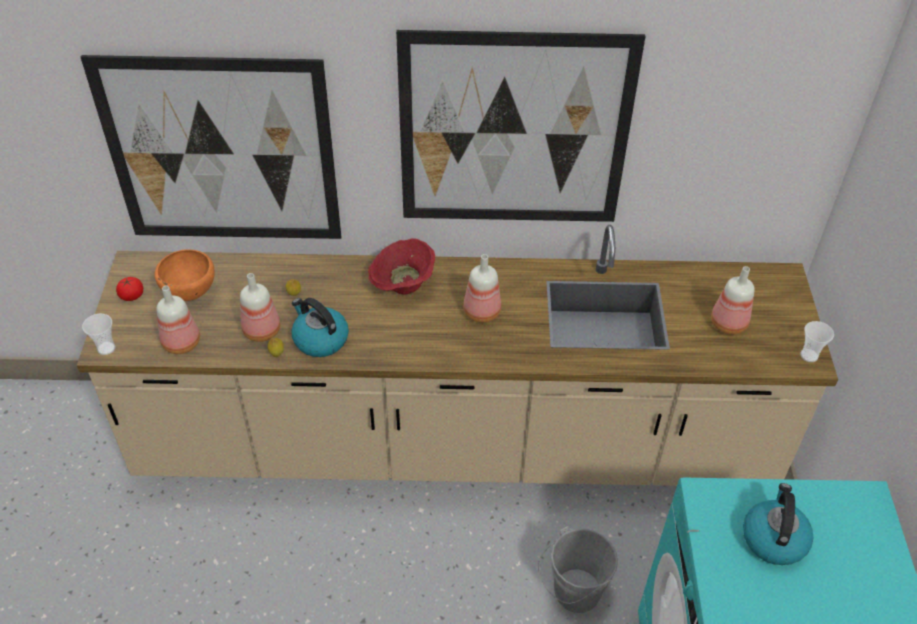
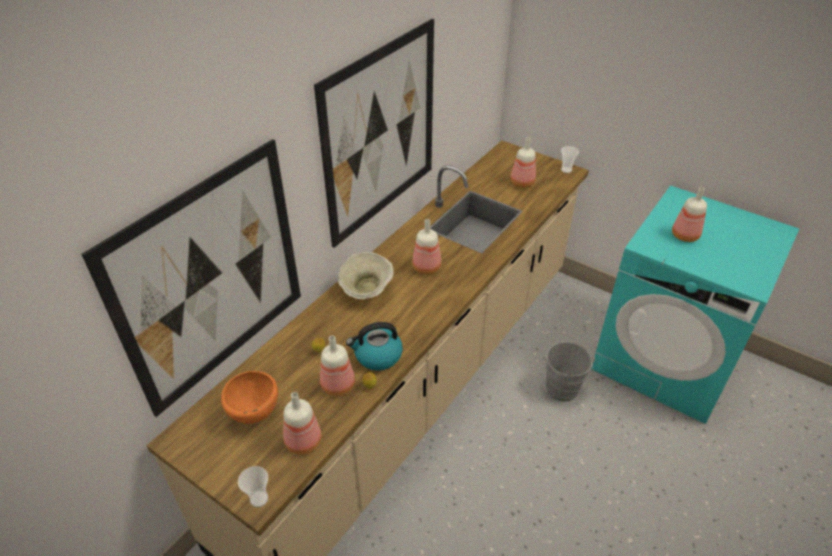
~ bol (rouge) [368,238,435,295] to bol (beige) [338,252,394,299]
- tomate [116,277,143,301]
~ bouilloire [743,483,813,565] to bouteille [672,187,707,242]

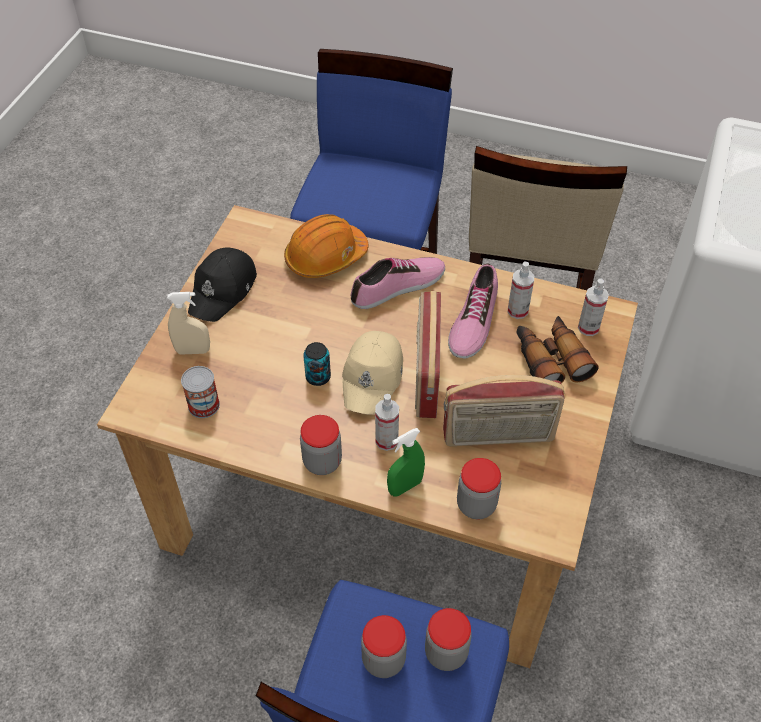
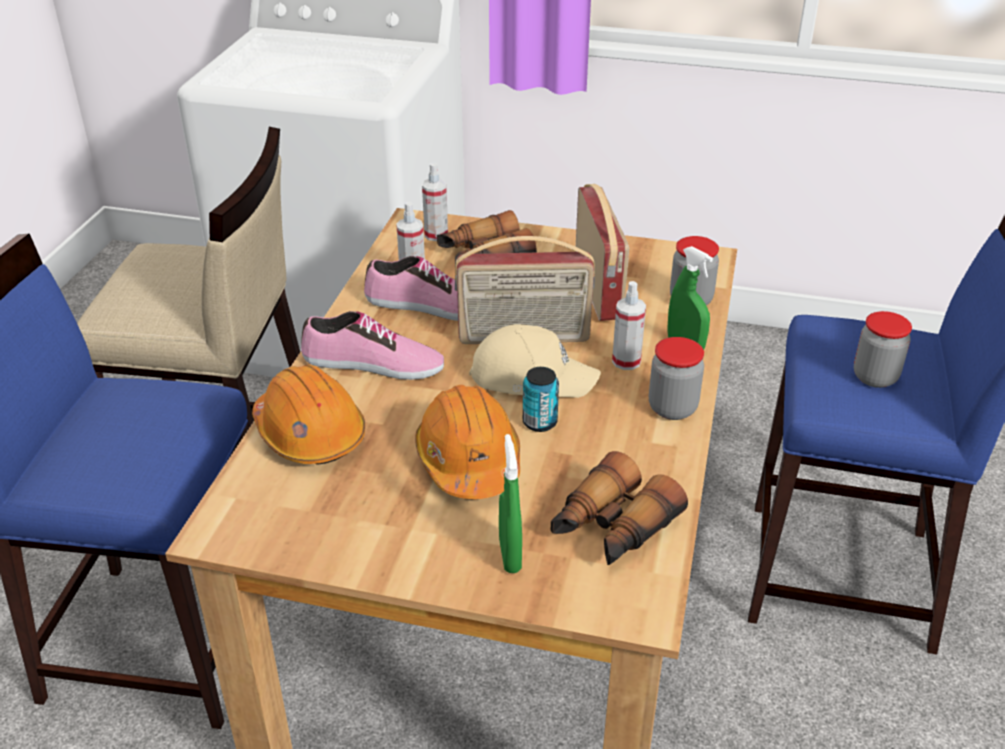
- casquette (noir) [188,248,257,322]
~ chaussure [351,257,445,309] = [301,311,444,380] 135 degrees clockwise
~ vaporisateur (beige) [167,292,210,354] to vaporisateur (vert) [499,434,522,573]
~ boîte métallique [181,366,220,418] to jumelles [551,451,688,565]
- bocal [425,608,472,671]
+ casque de chantier (orange) [415,385,520,499]

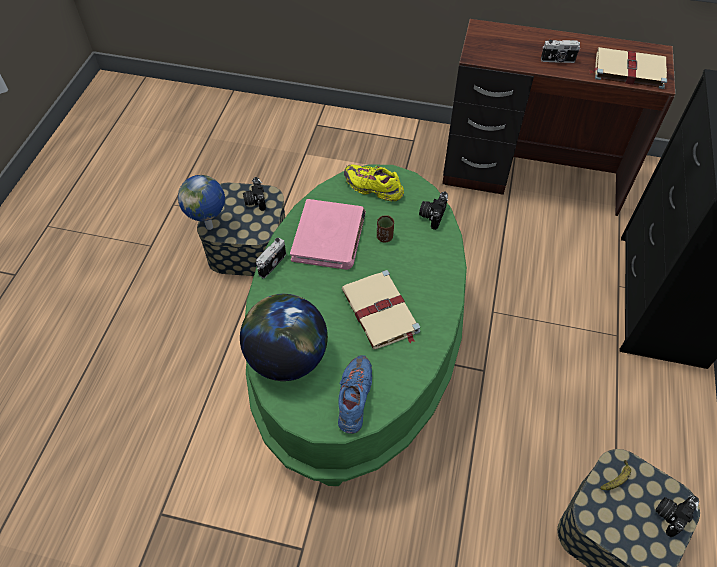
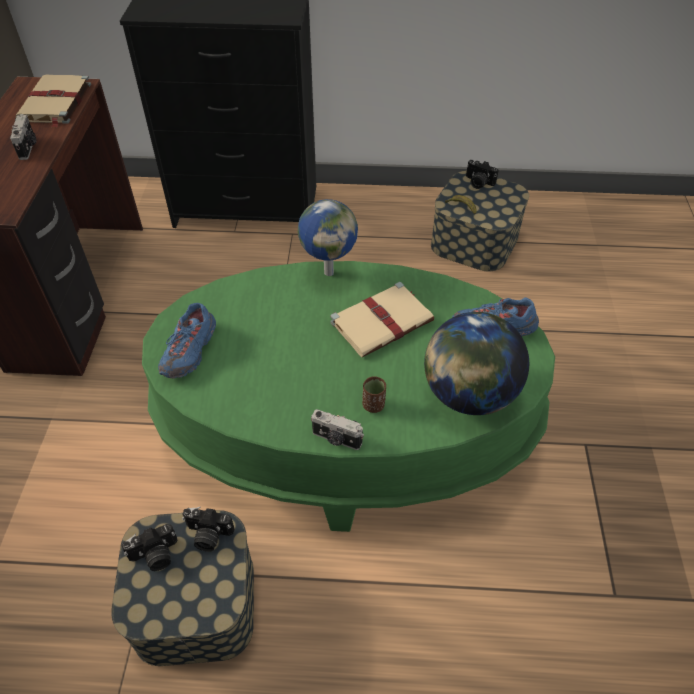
~ chaussure (jaune) [344,164,404,201] to chaussure (bleu) [158,303,216,379]
~ globe [178,175,225,230] to [298,199,358,276]
~ appareil photo [419,191,448,230] to [182,507,235,552]
- livre (rose) [290,199,366,270]
~ tasse (marron) [377,215,394,242] to [362,376,386,413]

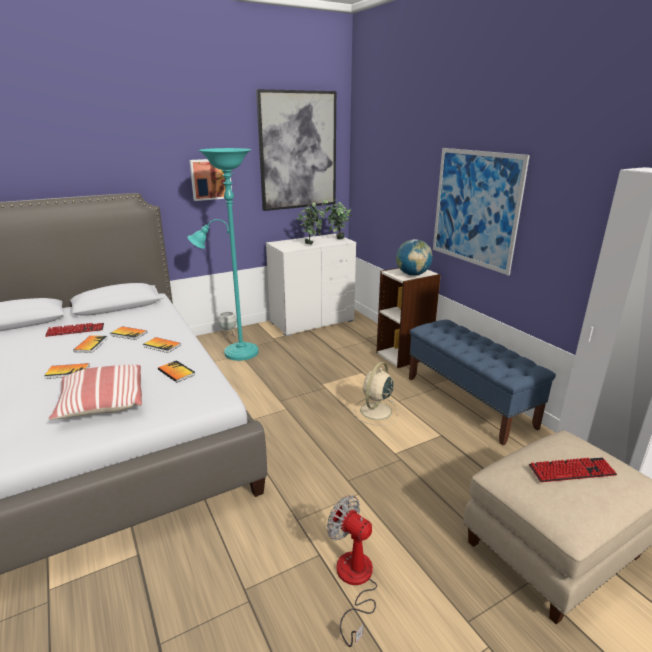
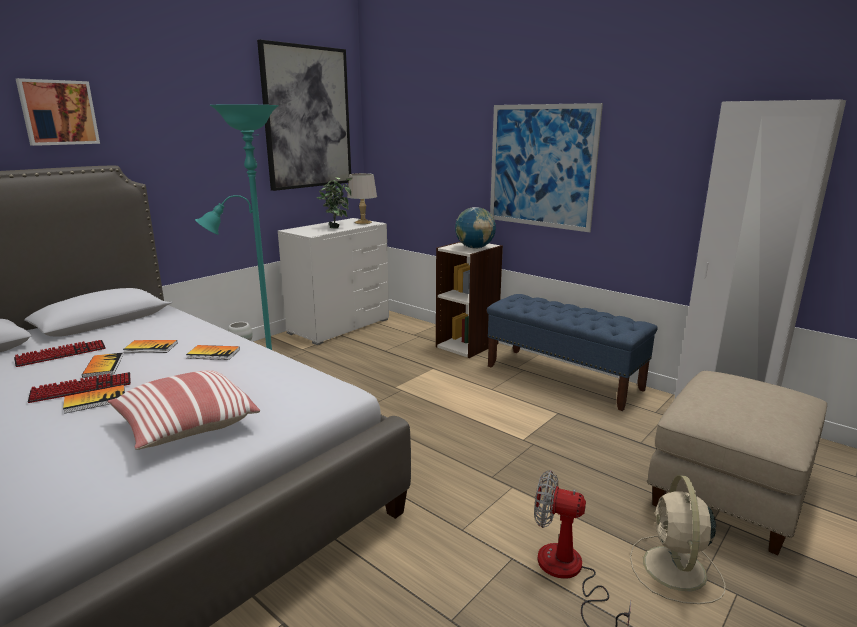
~ tableau [189,159,232,201] to [16,78,100,146]
~ plante en pot [323,200,352,239] to lampe de table (gris) [347,173,377,224]
- livre [158,360,195,382]
~ ventilateur (beige) [353,362,398,426] to [630,475,725,604]
~ clavier [529,457,617,482] to [28,372,131,403]

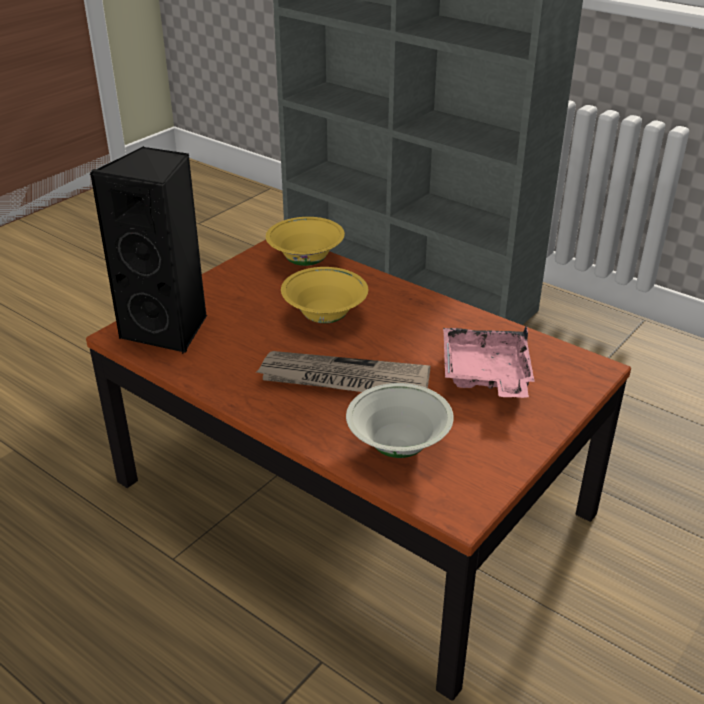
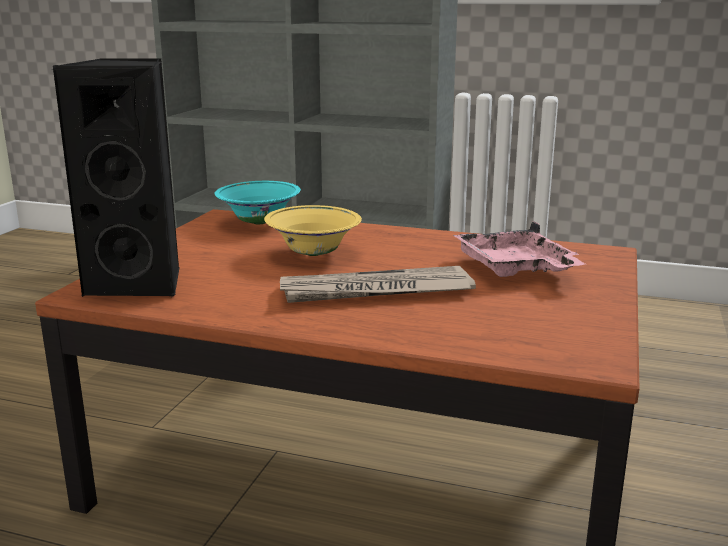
~ bol (jaune) [266,217,345,266] to bol (turquoise) [214,181,301,224]
- bol (blanc) [346,383,454,458]

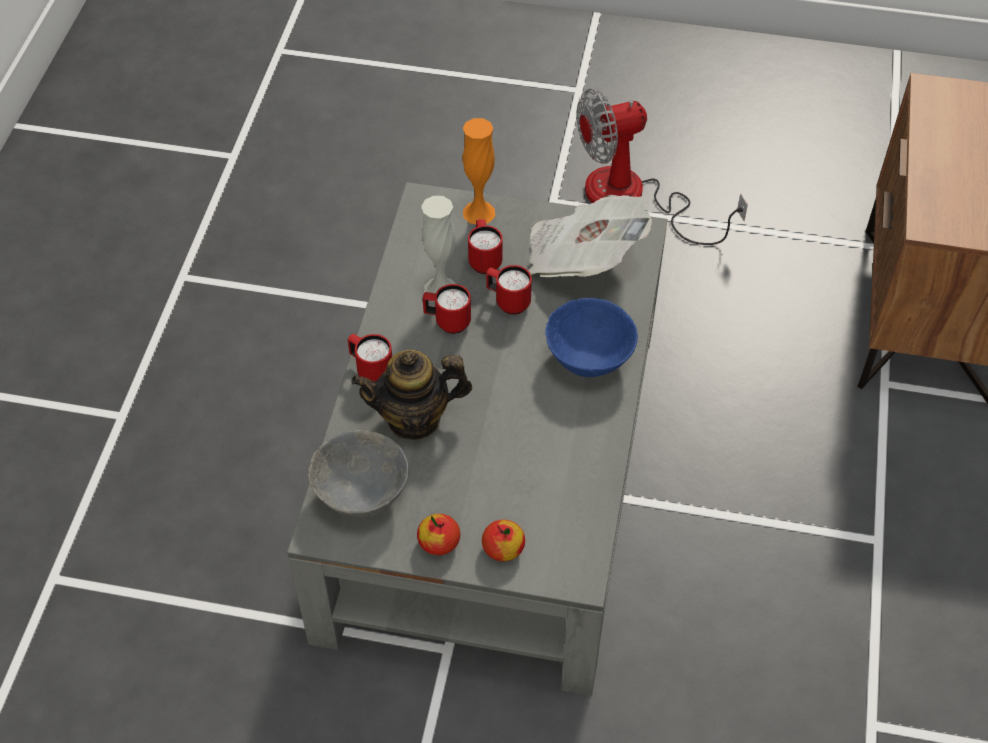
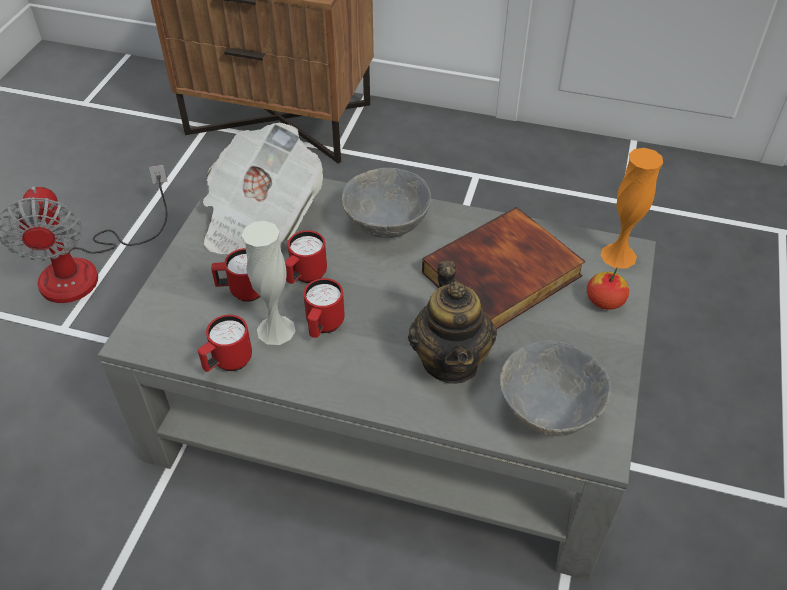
~ vase (orange) [462,118,495,224] to [601,148,663,269]
~ bol (bleu) [545,298,638,377] to bol (gris) [342,168,431,238]
~ mug (rouge) [348,334,392,381] to [198,315,252,372]
- pomme [417,514,461,555]
+ livre [422,207,585,329]

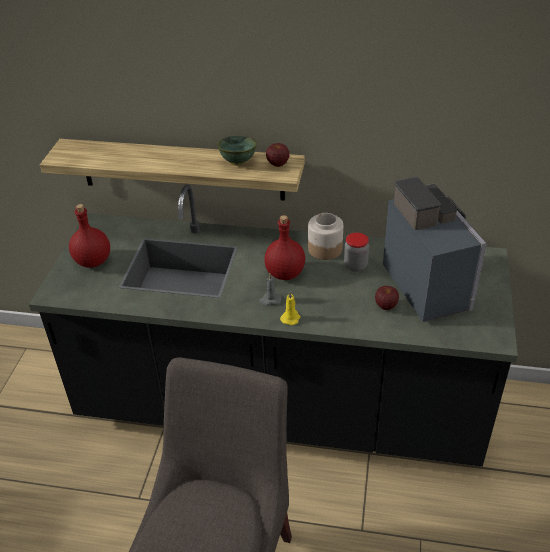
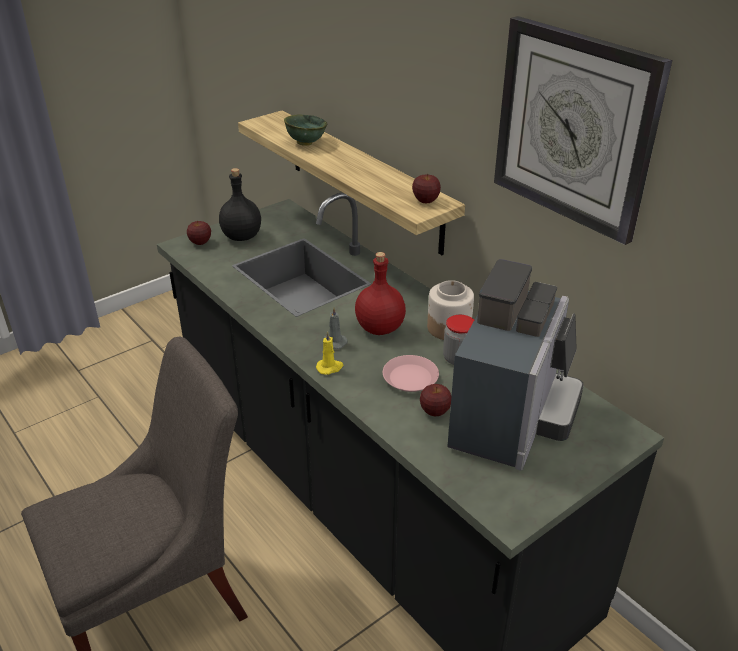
~ bol (vert) [217,136,257,166] to [284,115,328,146]
~ bouteille (rouge) [69,204,110,268] to bouteille (noir) [219,168,261,241]
+ horloge murale [494,16,672,245]
+ pomme [187,221,211,245]
+ assiette (rose) [383,355,439,392]

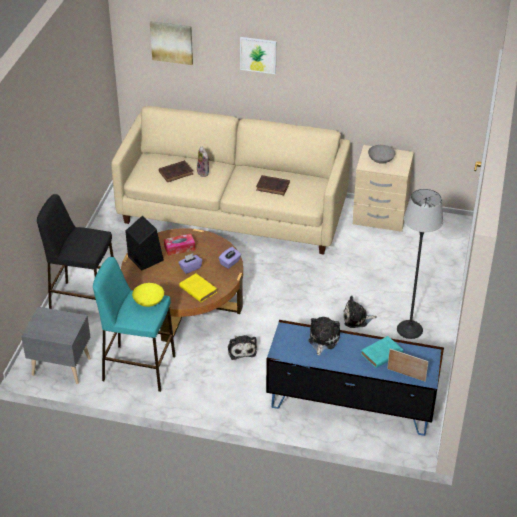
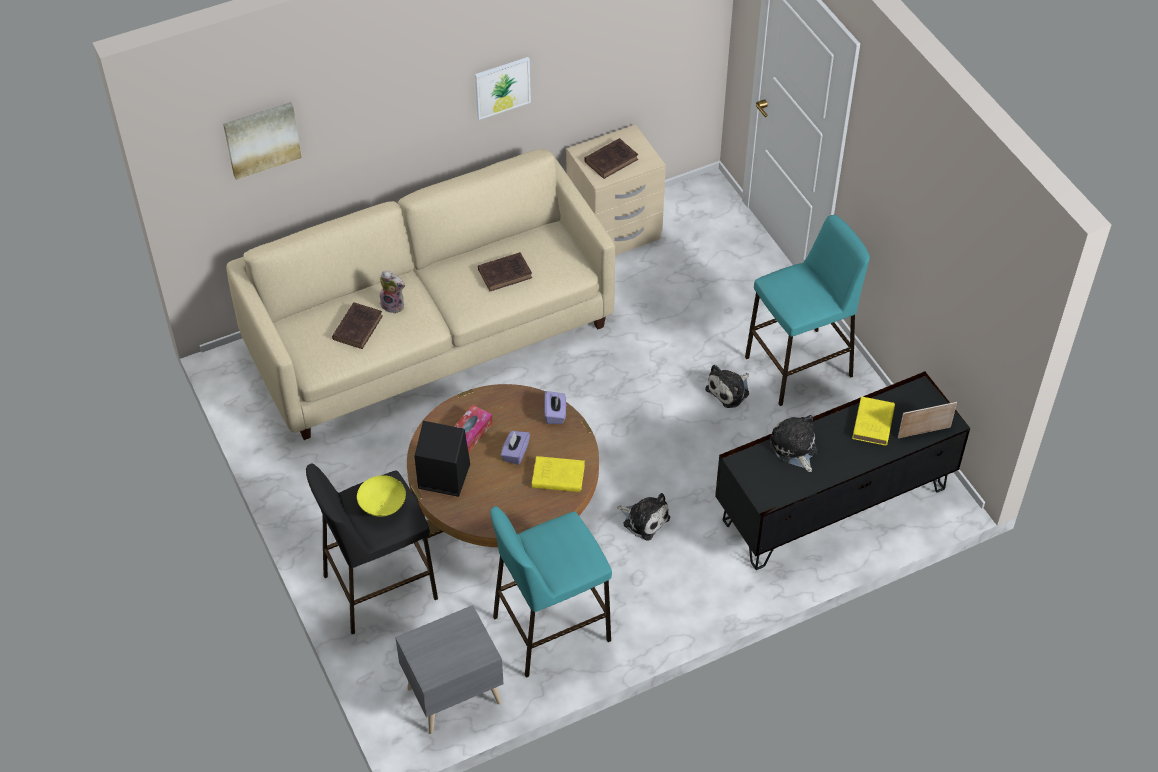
~ tableau [240,37,276,74] to [475,57,531,120]
~ bol (gris) [368,145,395,164] to livre (marron) [584,138,638,179]
~ lampadaire [397,189,443,339] to tabouret (turquoise) [745,215,870,406]
~ bol (jaune) [132,283,164,307] to [357,475,406,517]
~ meuble télé (bleu) [266,320,444,436] to meuble télé (noir) [715,371,970,570]
~ livre (turquoise) [361,336,403,368] to livre (jaune) [852,397,895,446]

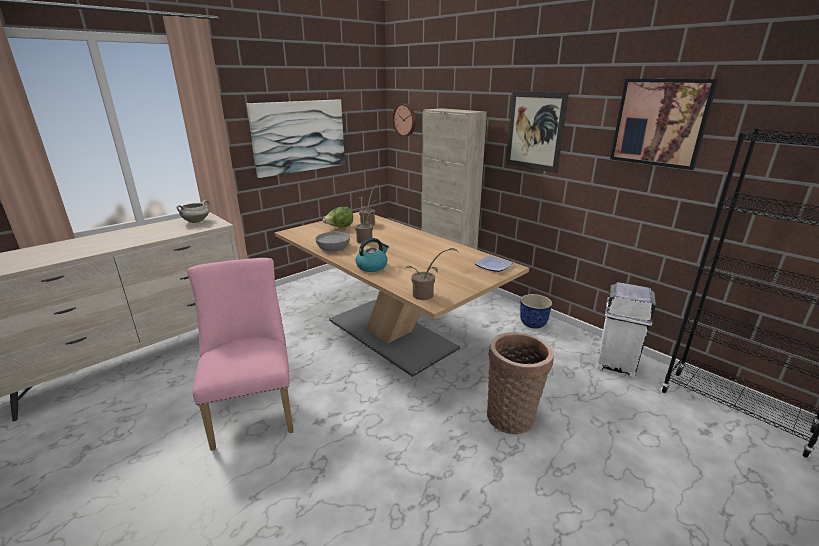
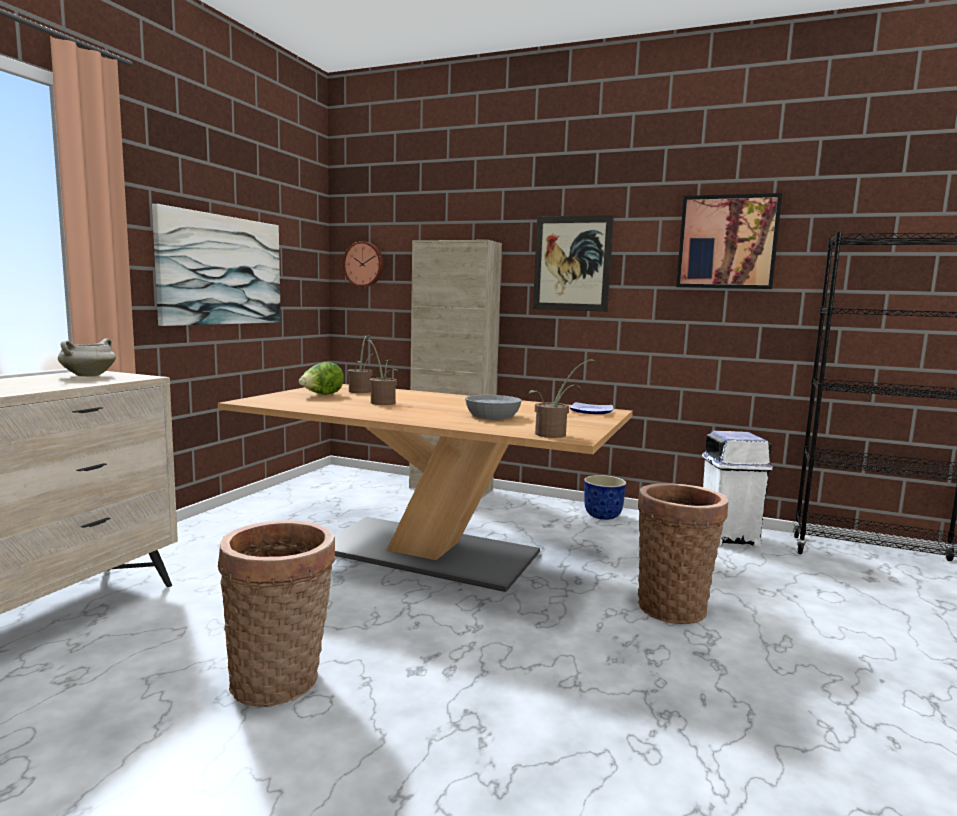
~ bol (gris) [315,232,350,251] to [465,395,522,420]
- bouilloire [355,238,389,272]
~ chaise (rose) [187,258,294,451] to panier [218,520,336,707]

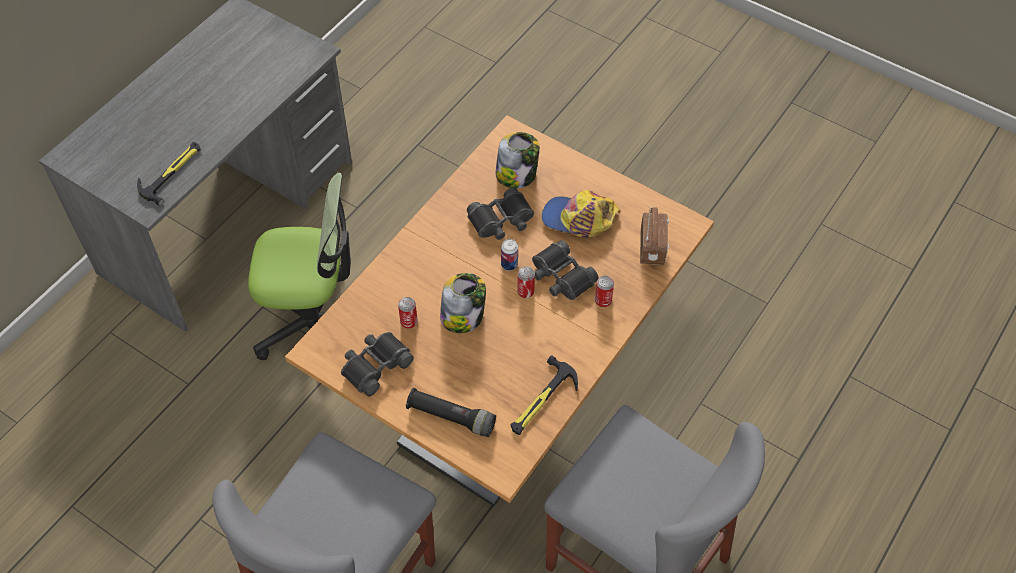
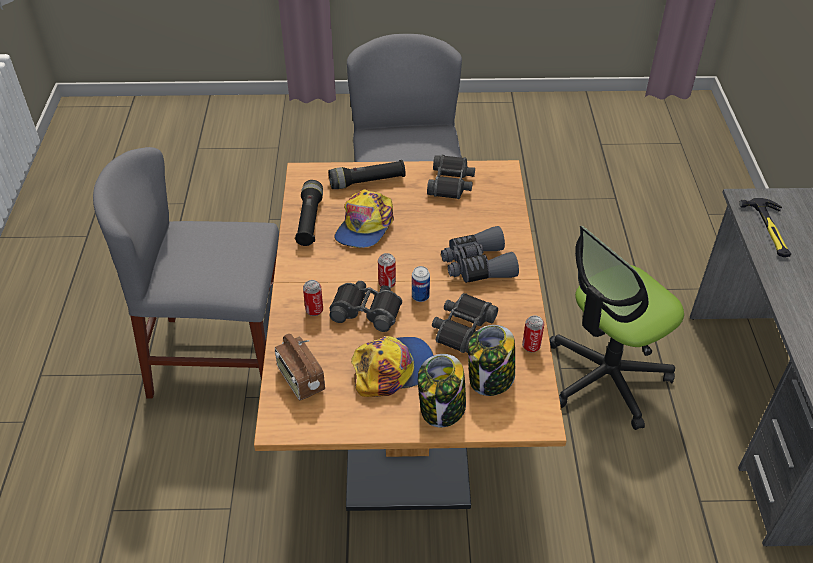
~ bocal [440,273,486,333] to [418,354,466,427]
~ boîte métallique [398,297,418,329] to [522,315,544,352]
~ marteau [511,355,578,435] to lampe de poche (noir) [295,180,323,246]
+ casquette [334,189,394,248]
+ jumelles (gris) [441,226,519,283]

